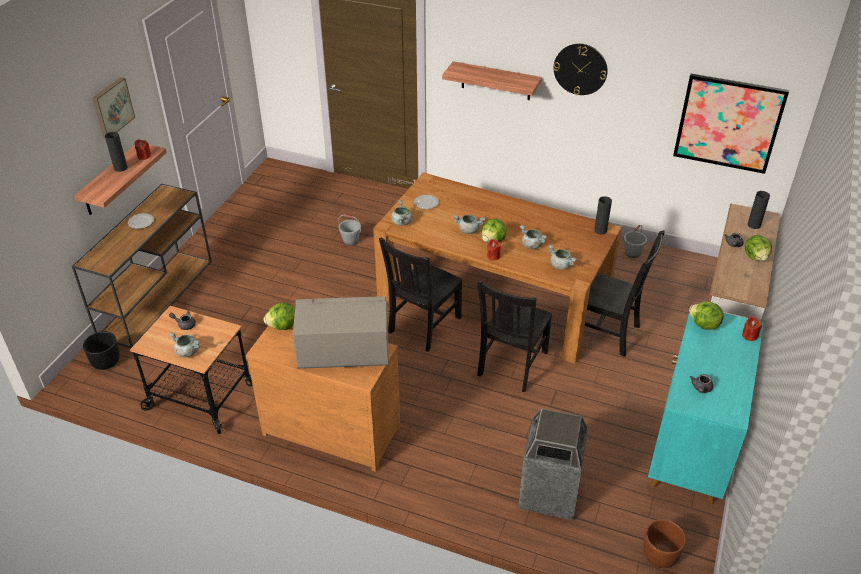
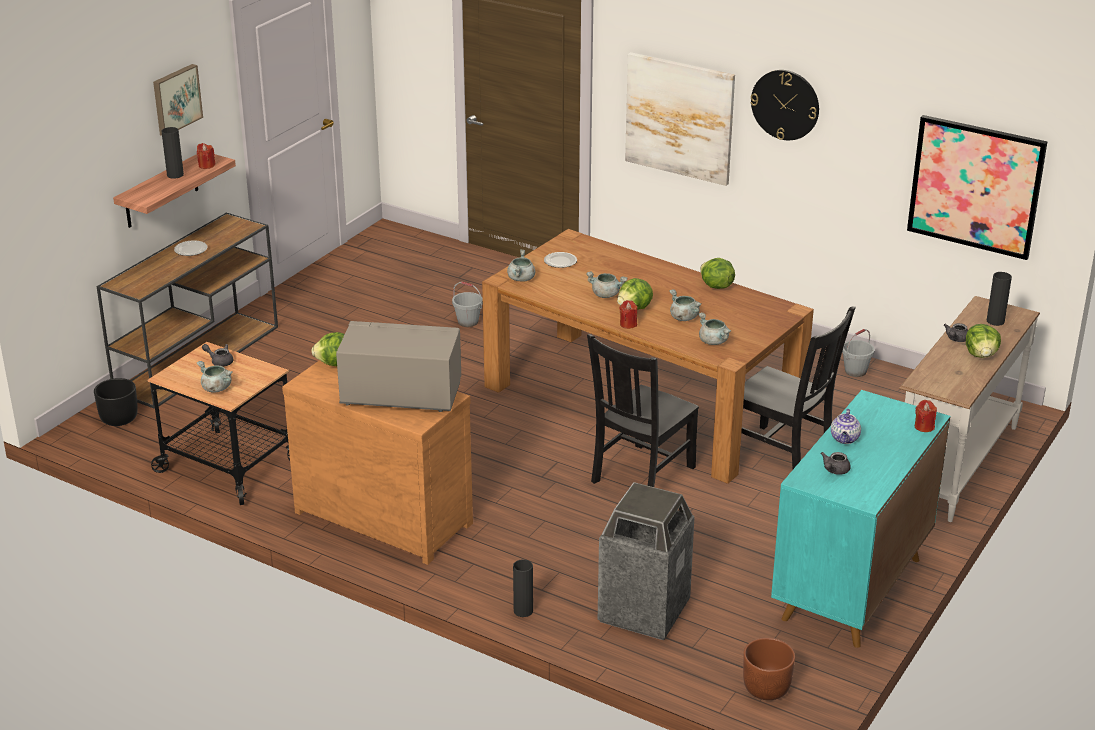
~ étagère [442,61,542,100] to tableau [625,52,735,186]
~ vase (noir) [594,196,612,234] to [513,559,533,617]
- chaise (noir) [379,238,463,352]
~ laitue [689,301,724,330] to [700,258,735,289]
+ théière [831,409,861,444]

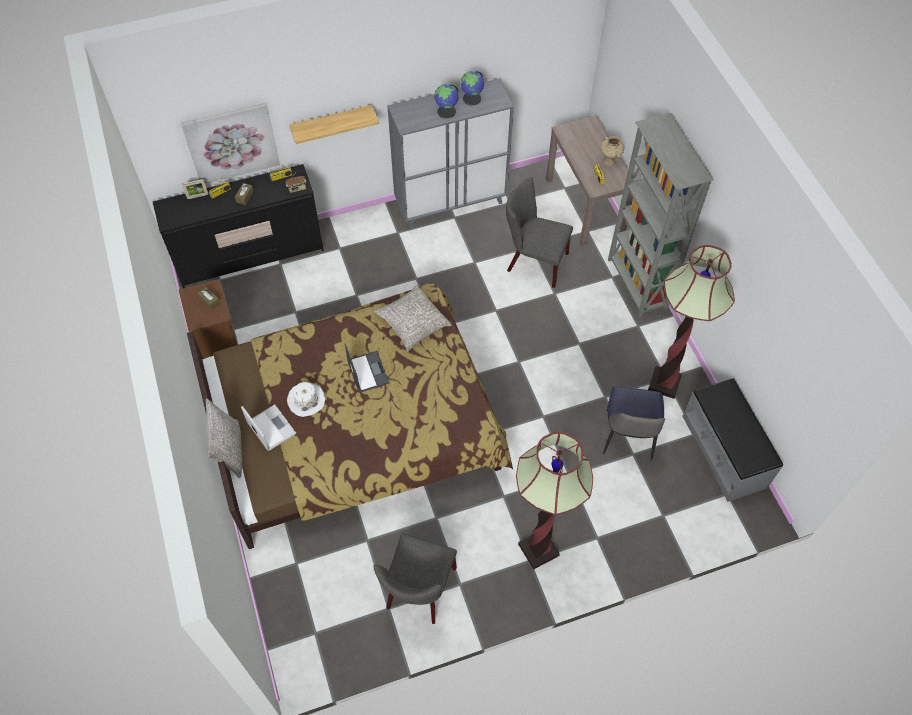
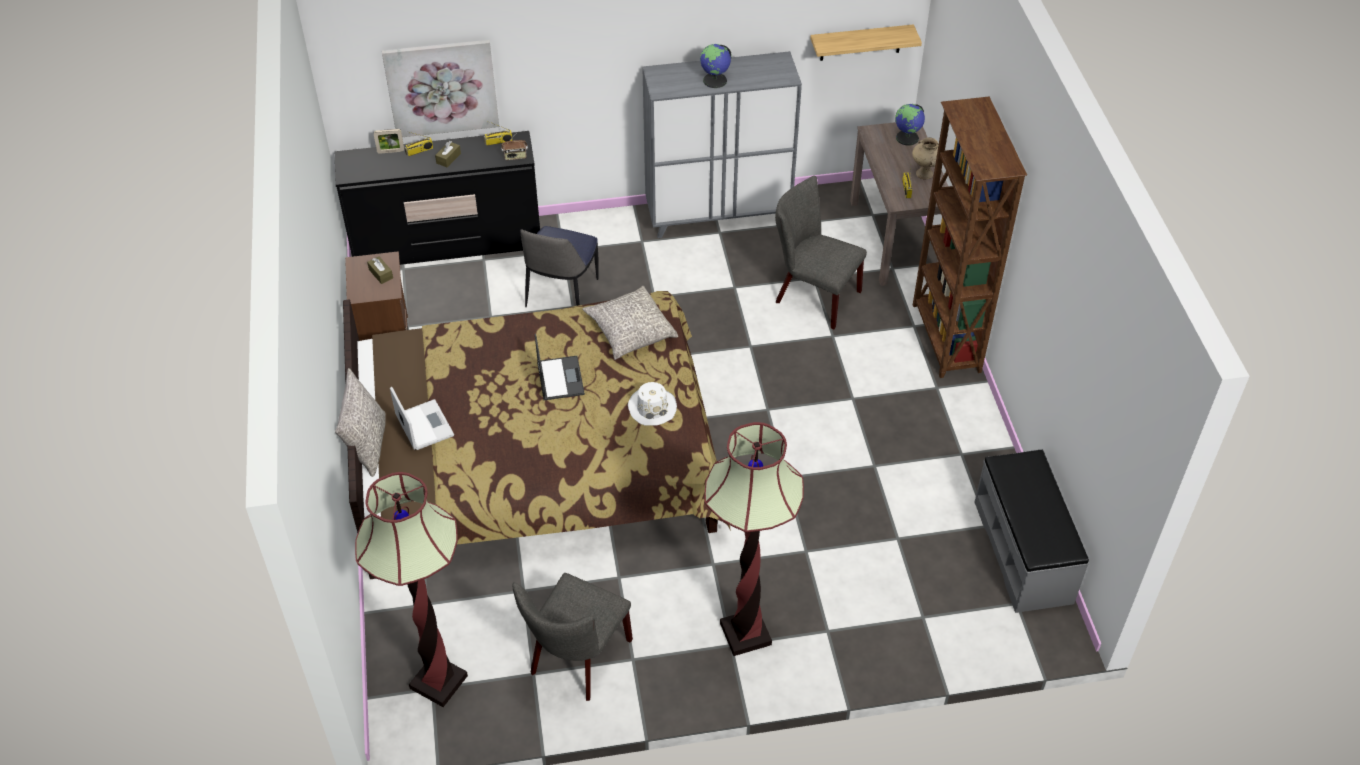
~ globe [460,71,484,105] to [895,104,925,146]
~ étagère [289,105,379,144] to [810,24,922,61]
~ bibliothèque (gris) [608,113,714,318] to bibliothèque (marron) [913,97,1027,378]
~ lampadaire [648,245,735,399] to [355,472,468,707]
~ chapeau (blanc) [287,382,325,417] to [628,382,677,426]
~ chaise [603,387,665,460] to [520,226,599,307]

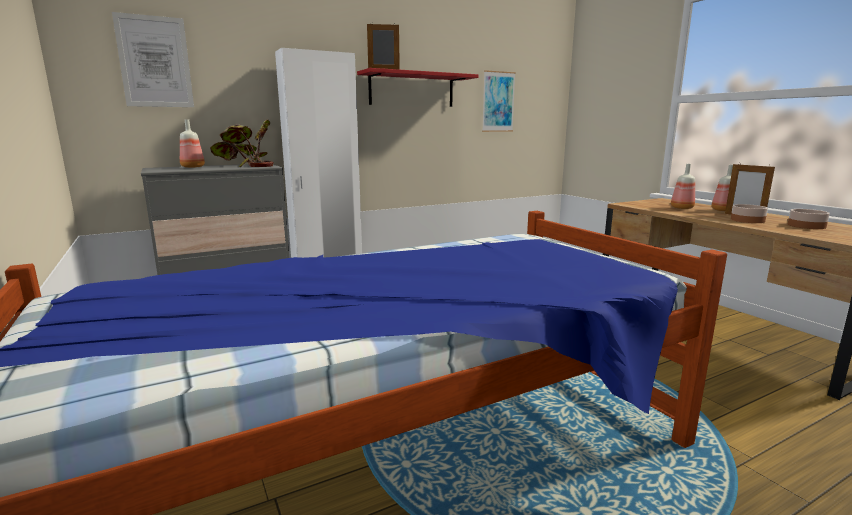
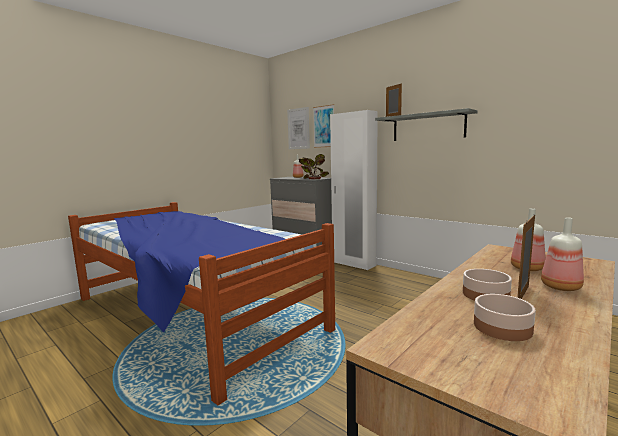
~ étagère (rouge) [357,68,478,107] to étagère (gris) [375,108,478,141]
~ tableau [482,70,516,132] to [313,104,334,148]

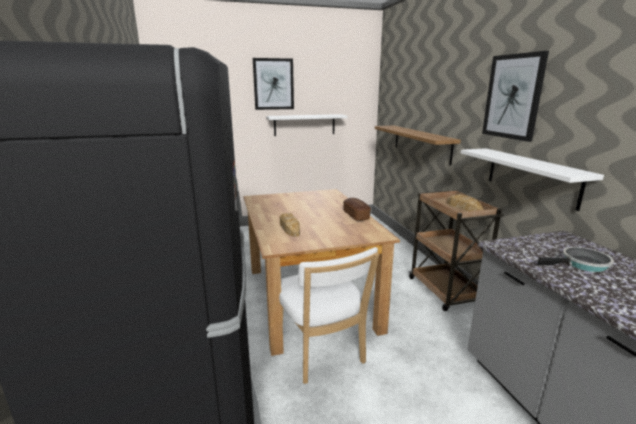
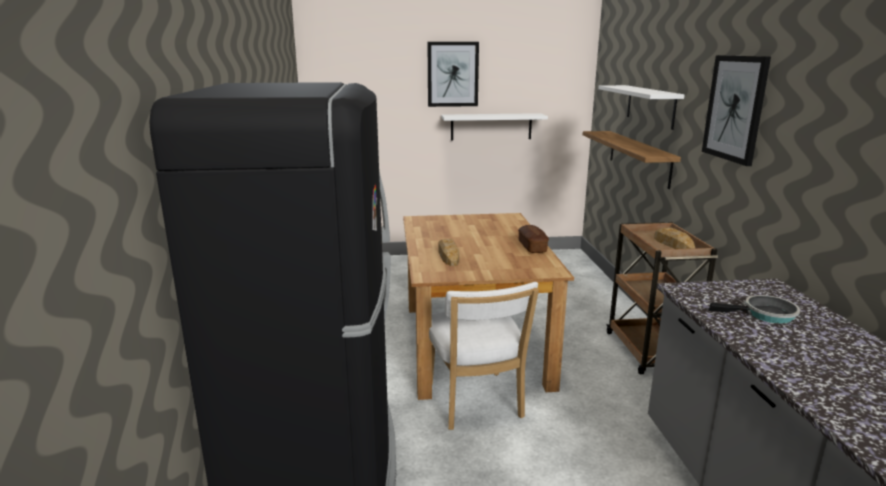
~ étagère (blanc) [461,148,604,211] to [598,85,684,130]

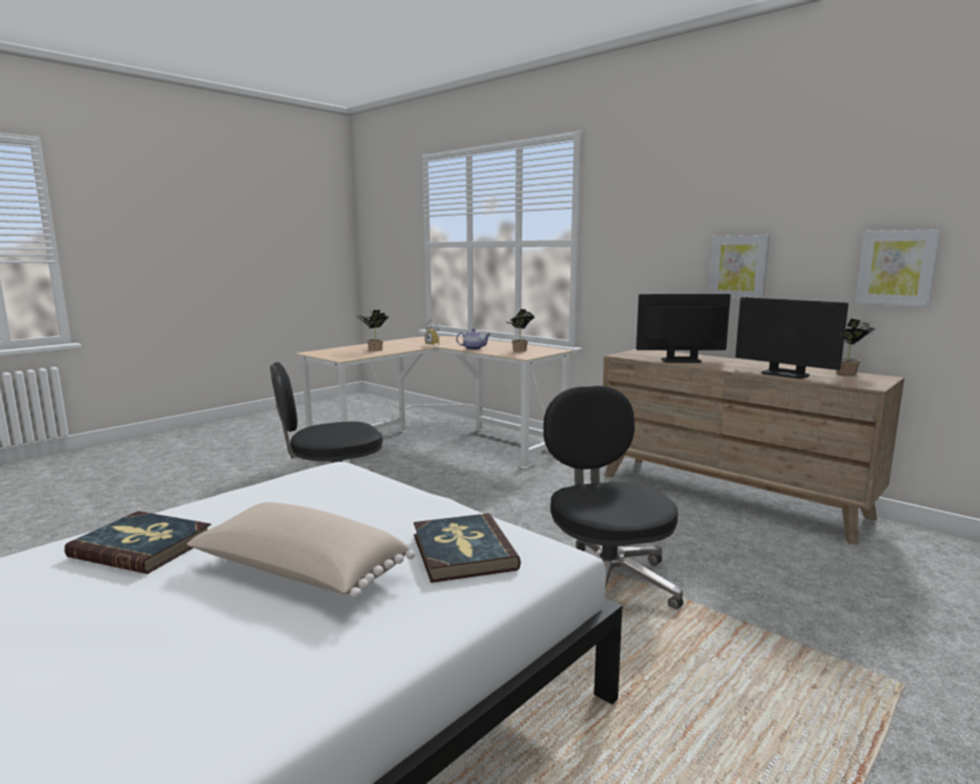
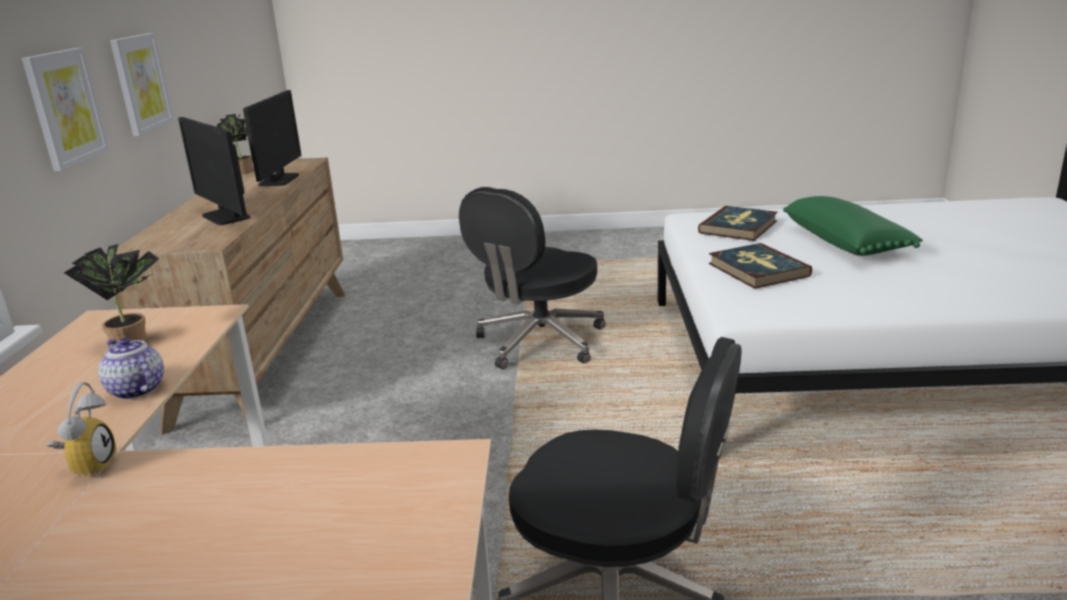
~ tableau [855,229,941,307] to [22,48,109,171]
- plante en pot [356,309,389,351]
~ coussin (beige) [187,502,415,598] to coussin (vert) [783,196,923,256]
~ livre [64,511,211,574] to [709,243,812,289]

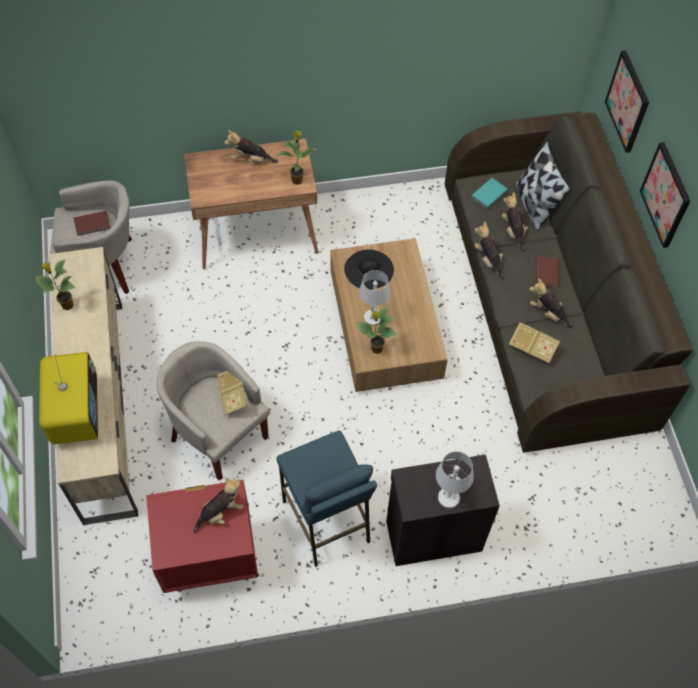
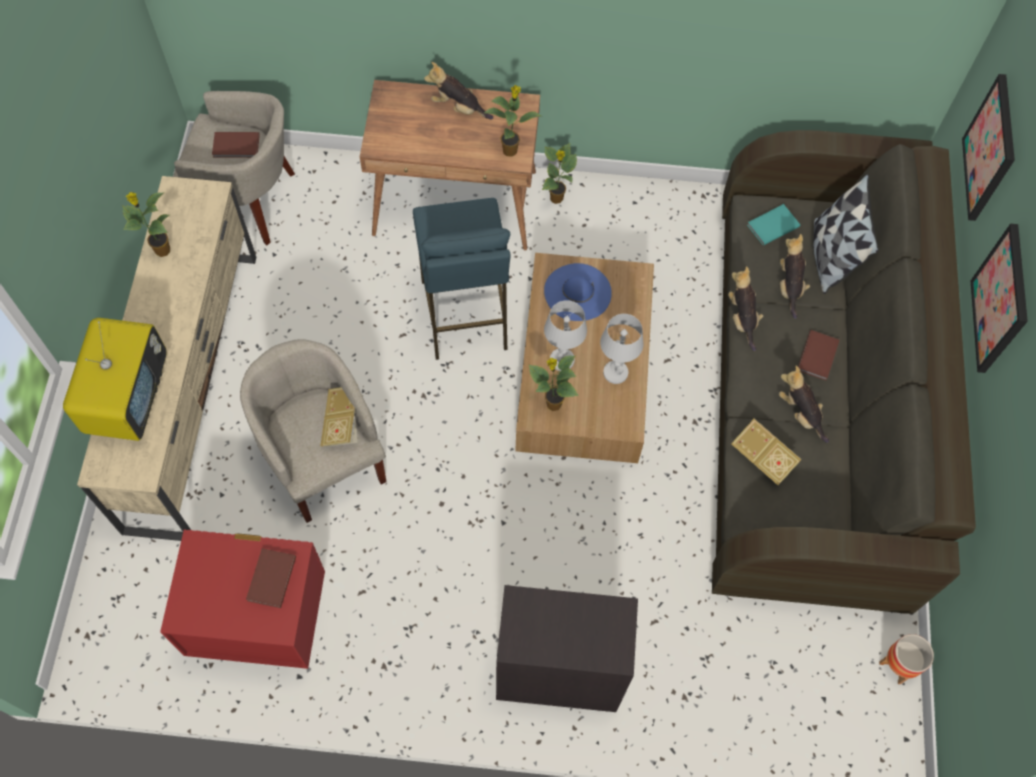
~ chapeau (noir) [344,249,394,290] to chapeau (bleu) [544,263,612,321]
~ tabouret (bleu) [277,430,377,567] to [413,198,511,360]
~ lampe de table (blanc) [436,451,474,508] to [600,314,643,384]
~ peluche [194,478,243,533] to livre (marron) [246,548,296,608]
+ plante en pot [542,143,577,204]
+ cache-pot [879,634,934,684]

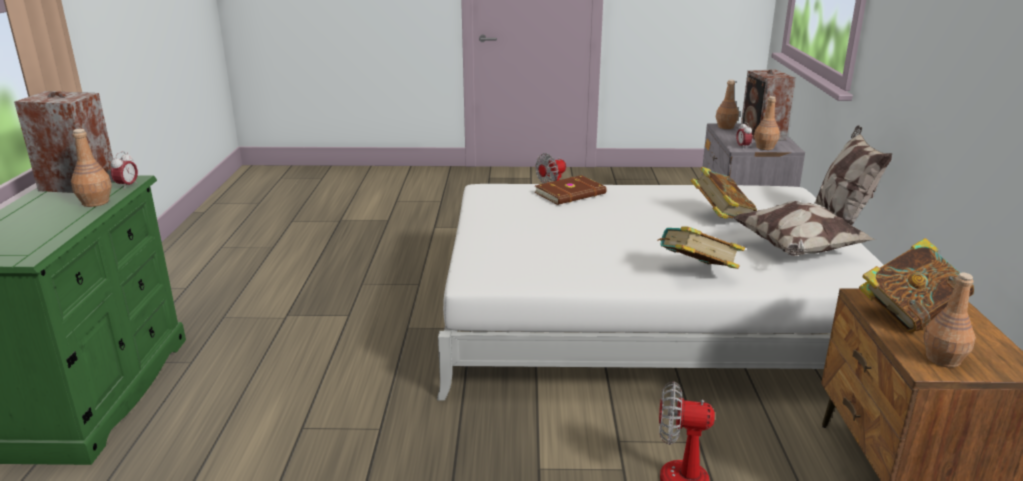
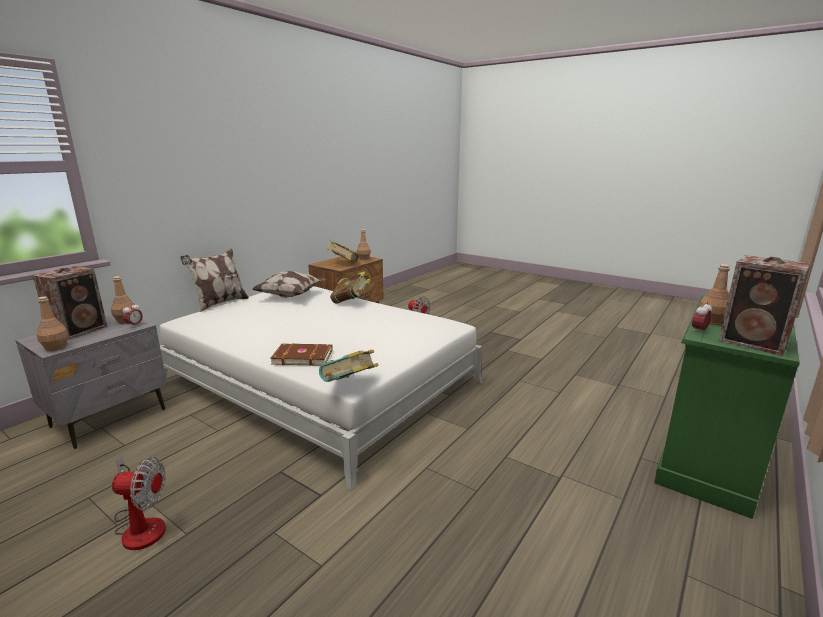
~ livre [690,167,757,219] to [319,350,379,382]

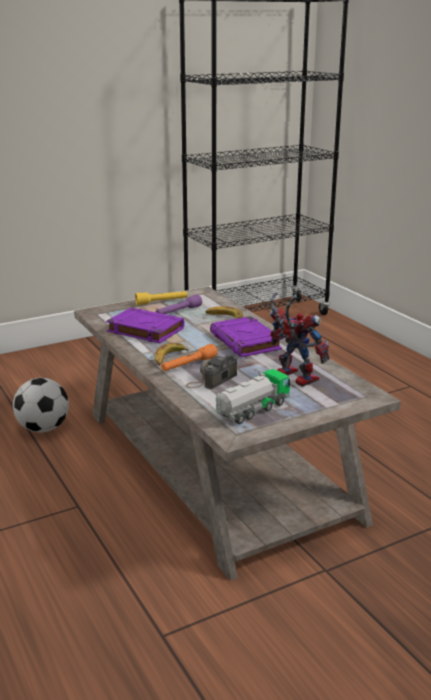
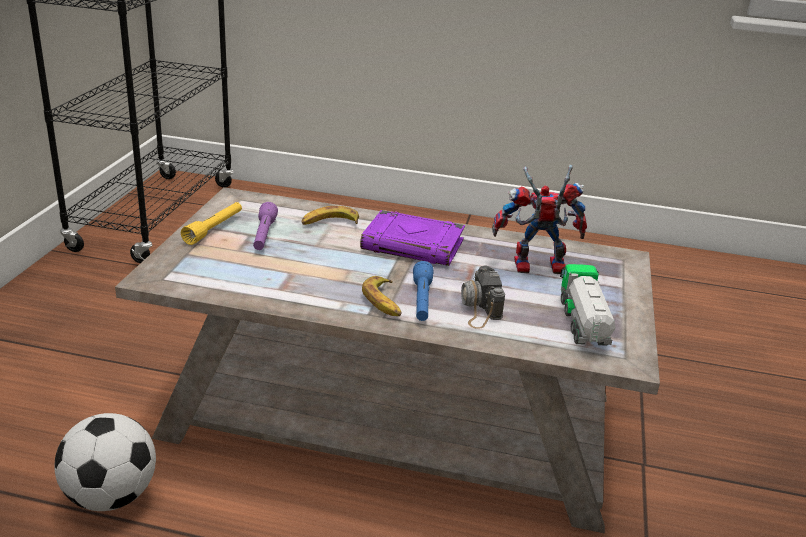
- livre (violet) [106,308,185,343]
~ lampe de poche (orange) [161,344,218,371] to lampe de poche (bleu) [413,261,434,321]

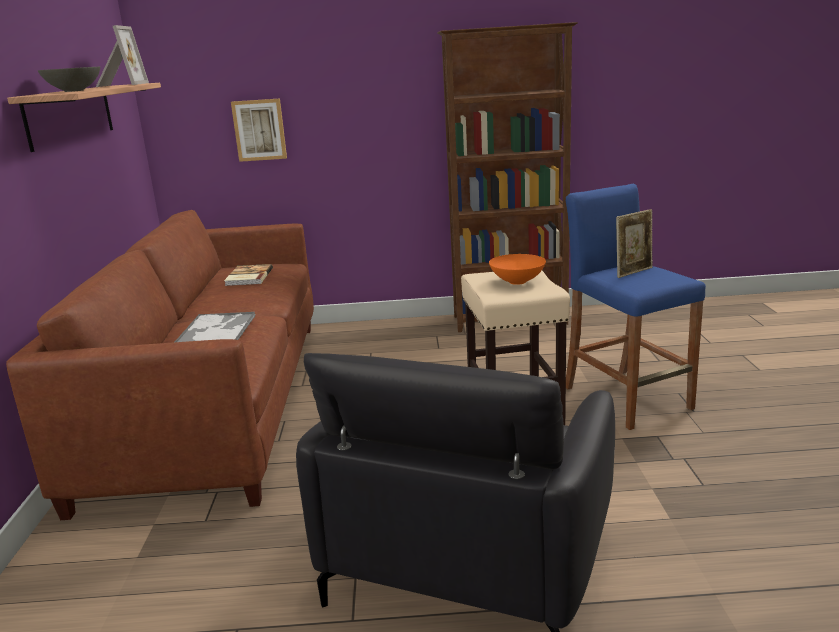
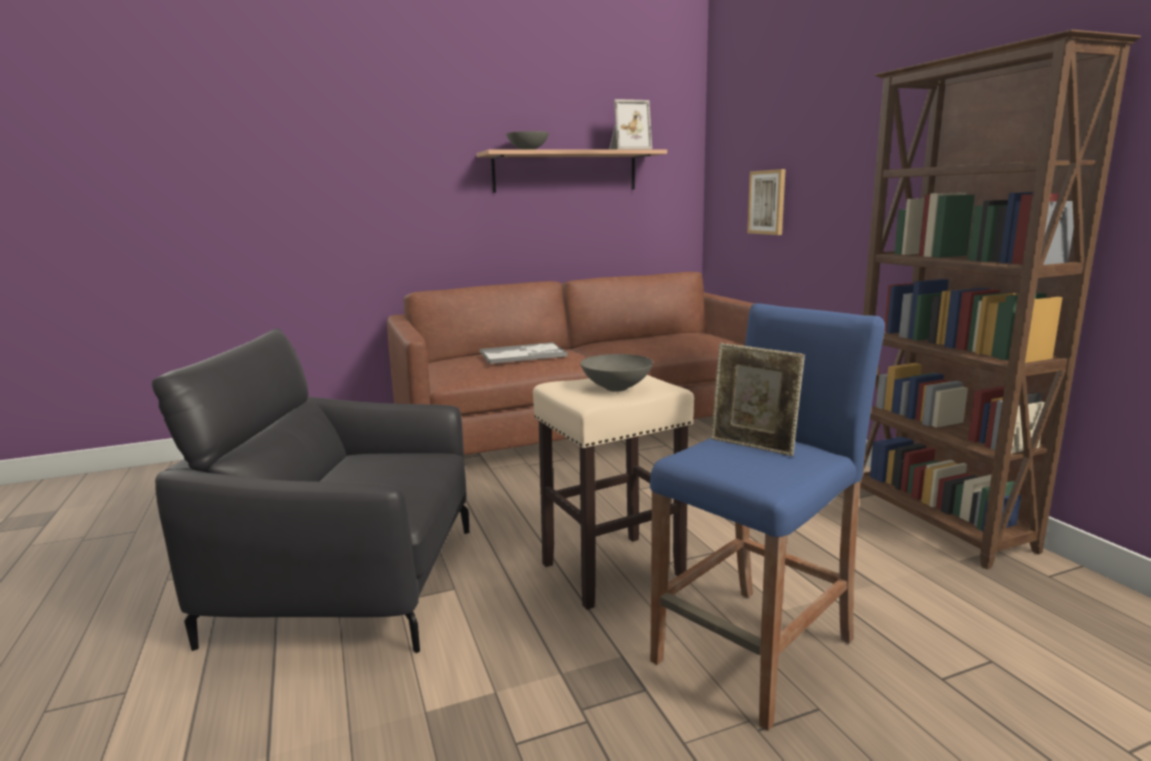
~ bol (orange) [489,254,546,285] to bol (gris) [580,354,653,392]
- livre [224,264,273,286]

